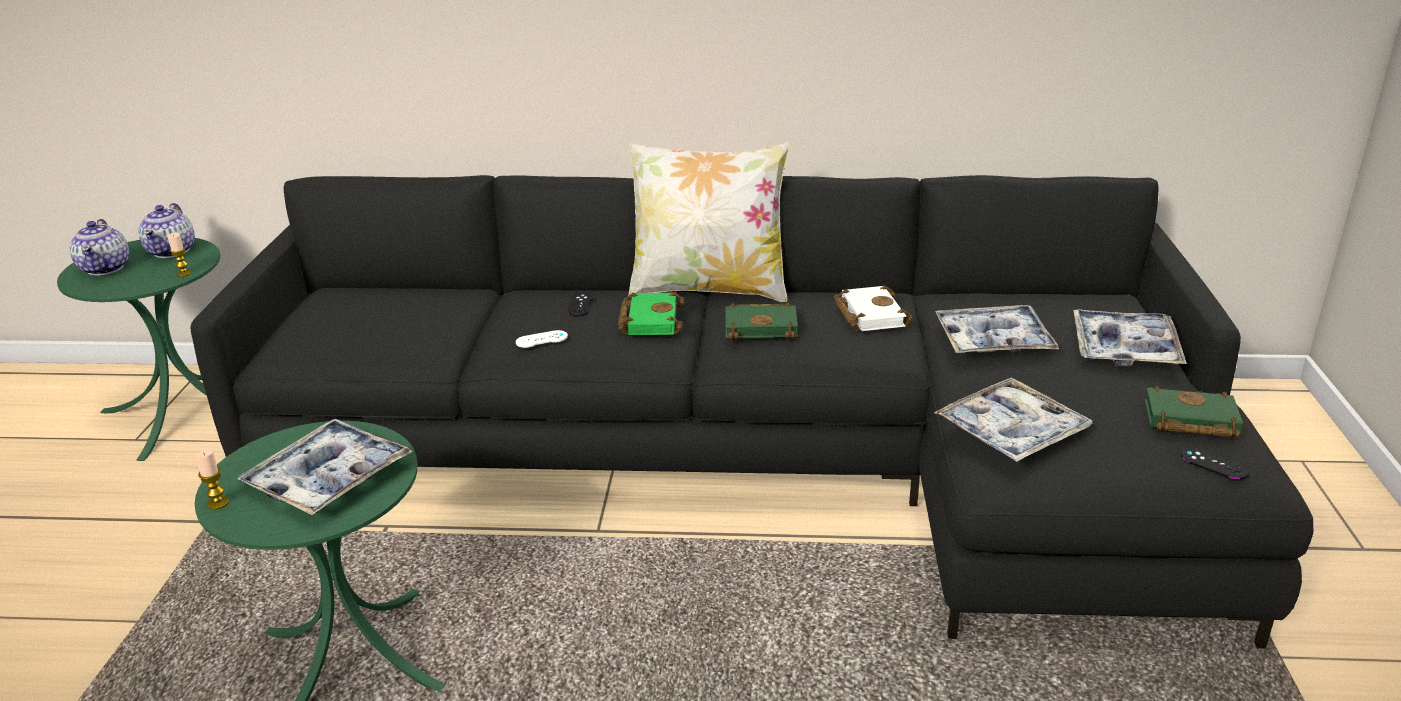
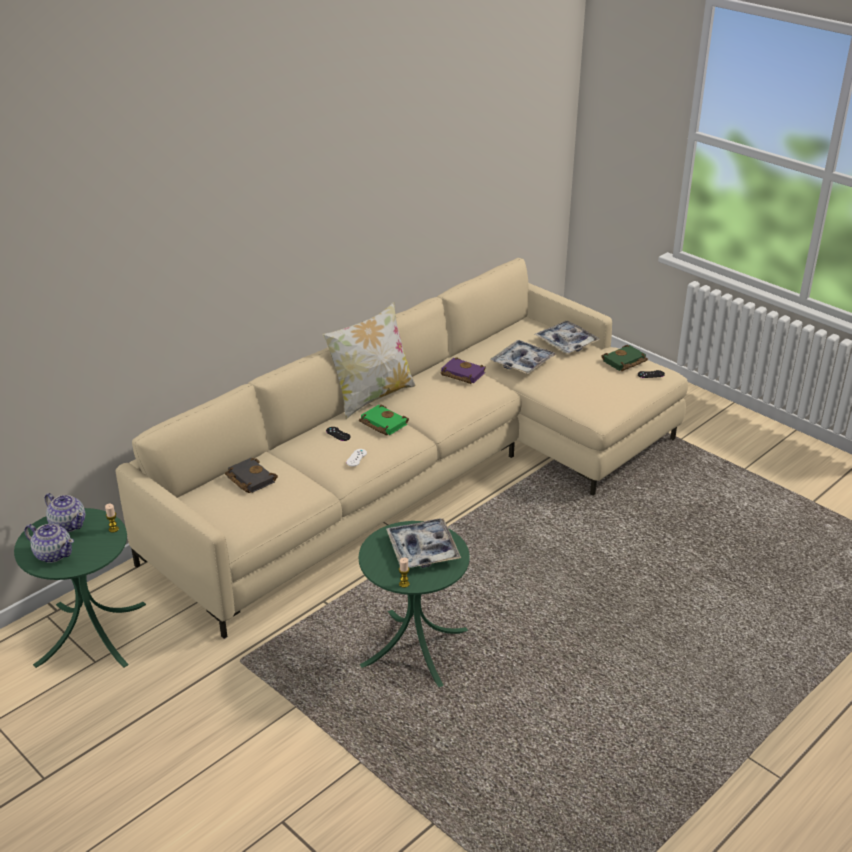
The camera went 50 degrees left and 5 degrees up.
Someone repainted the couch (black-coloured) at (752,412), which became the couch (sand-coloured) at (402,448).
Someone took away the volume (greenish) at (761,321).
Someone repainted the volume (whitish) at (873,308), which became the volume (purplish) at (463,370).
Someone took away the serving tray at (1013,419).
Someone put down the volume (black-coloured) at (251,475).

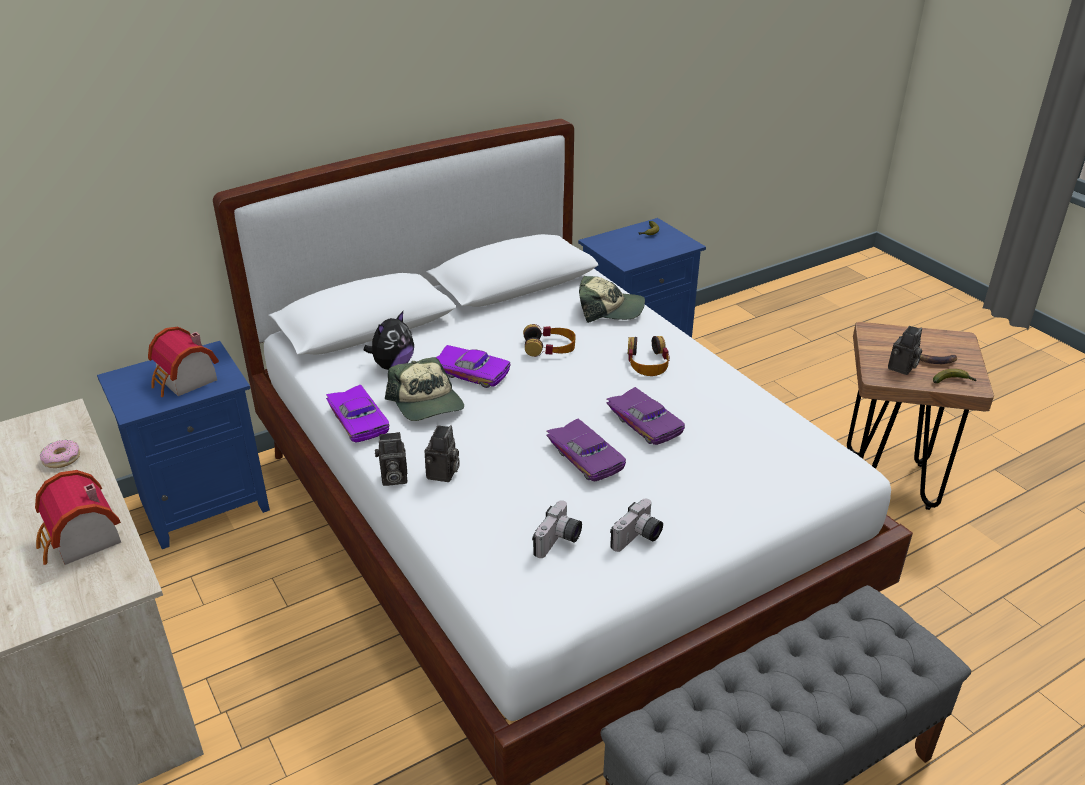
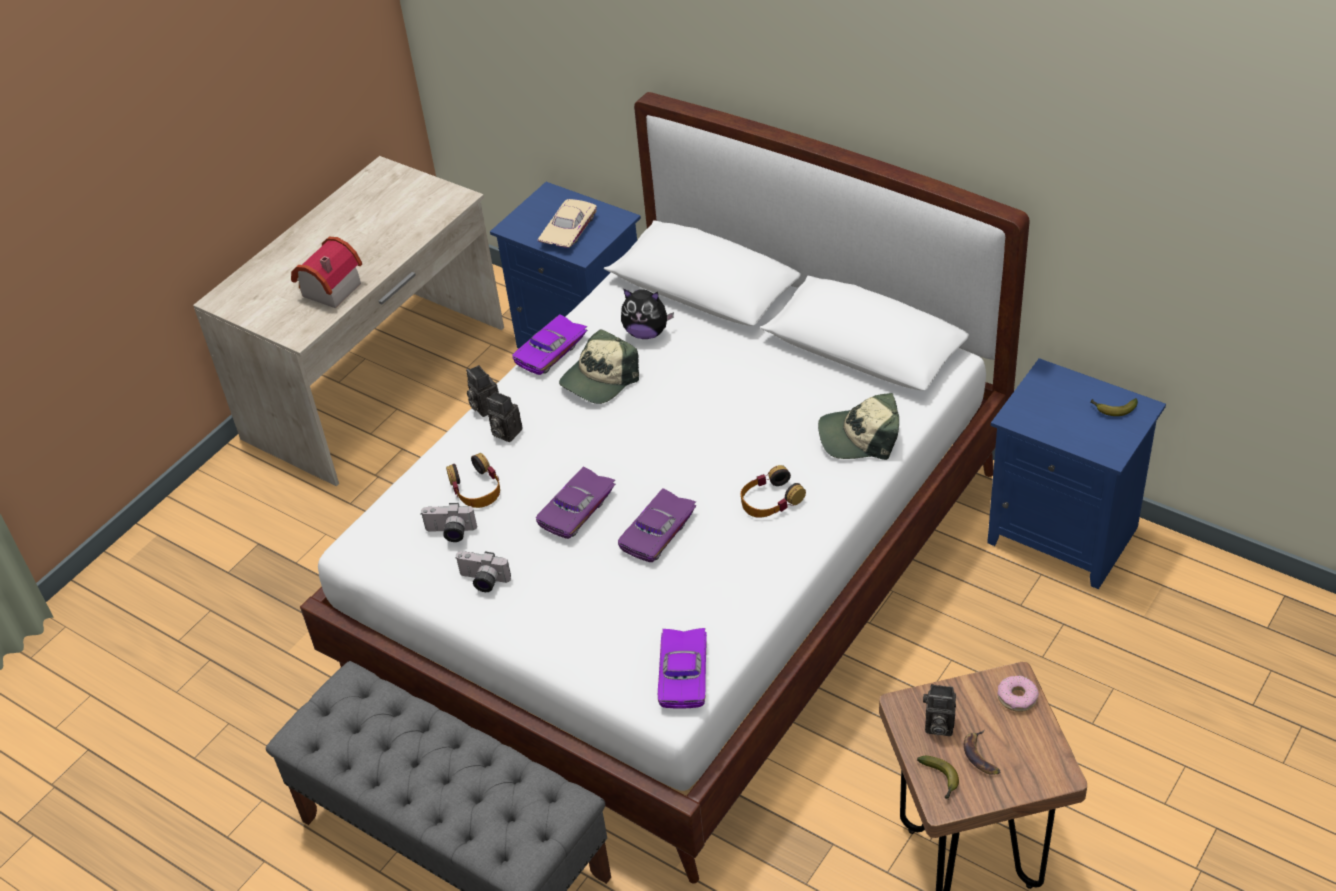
The camera went 70 degrees right and 10 degrees up.
Someone carried the doughnut from (60,454) to (1018,694).
Someone swapped the miniature house at (183,362) for the model car (sand-coloured) at (567,223).
Someone rotated the photo camera at (442,453) by 45 degrees clockwise.
Someone carried the model car (purplish) from (473,366) to (682,668).
Someone carried the headset from (549,340) to (473,480).
Someone rotated the peaked cap at (612,299) by 105 degrees clockwise.

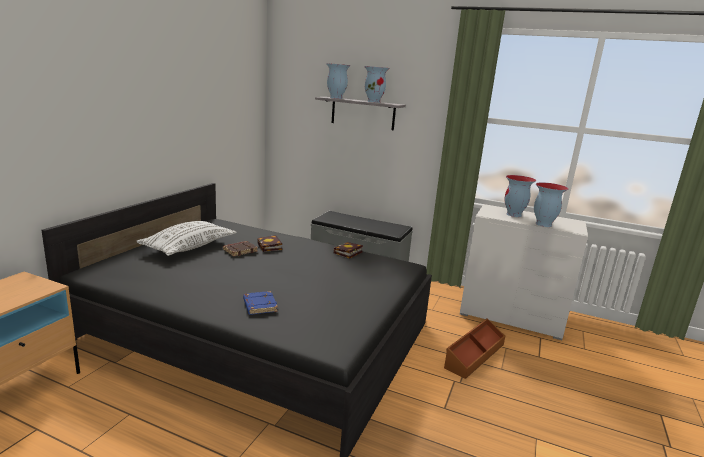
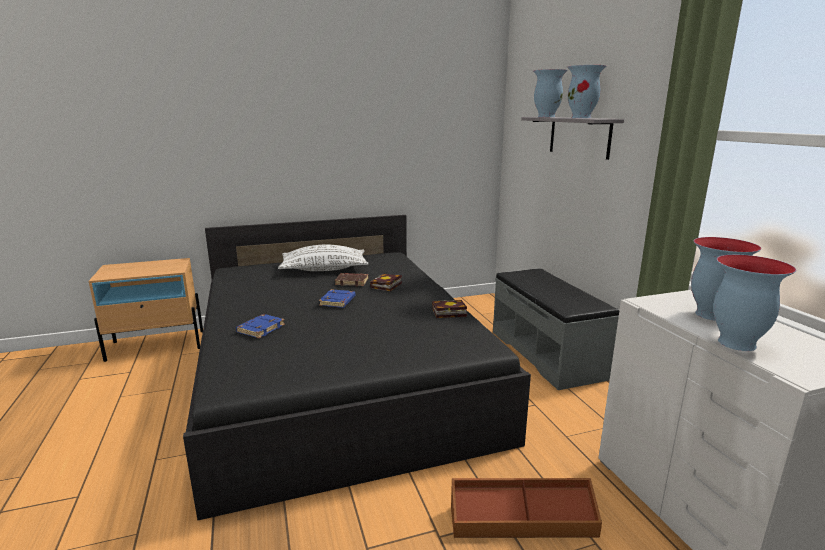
The camera went 50 degrees right and 0 degrees up.
Someone put down the volume (blue-coloured) at (337,298).

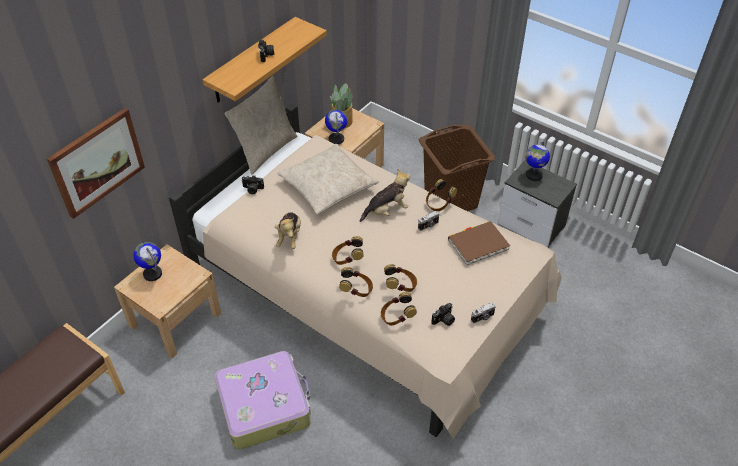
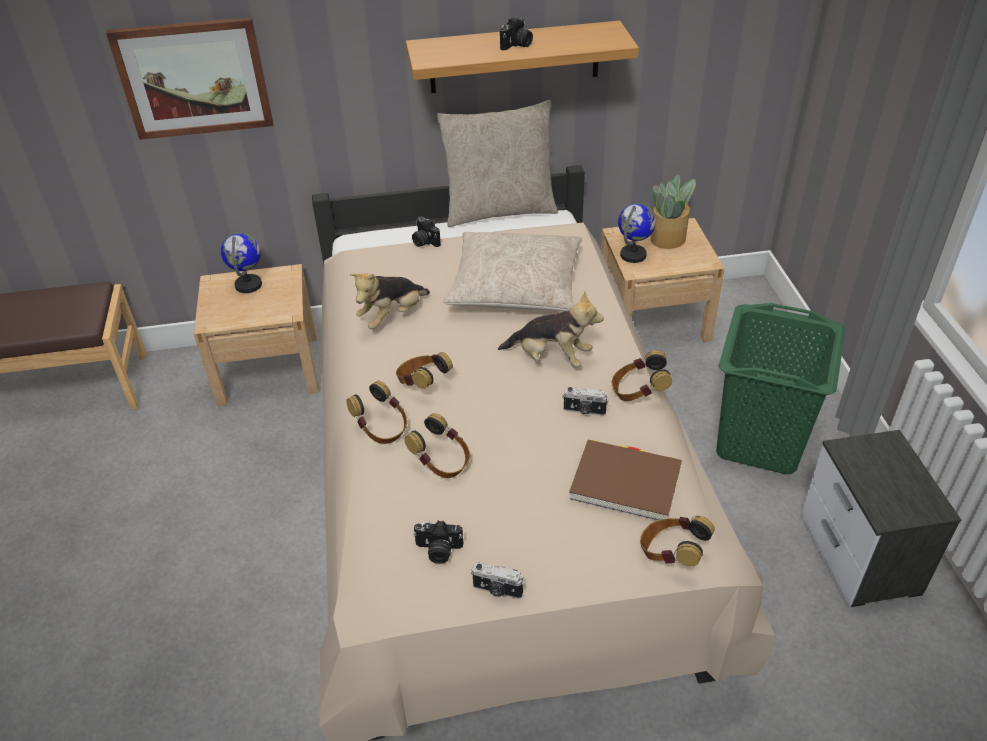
The camera went 45 degrees right and 5 degrees down.
Someone took away the travel case at (263,400).
Someone carried the headset from (399,308) to (677,541).
Someone repainted the washing basket (brownish) at (457,168), which became the washing basket (greenish) at (780,388).
Someone took away the world globe at (538,161).

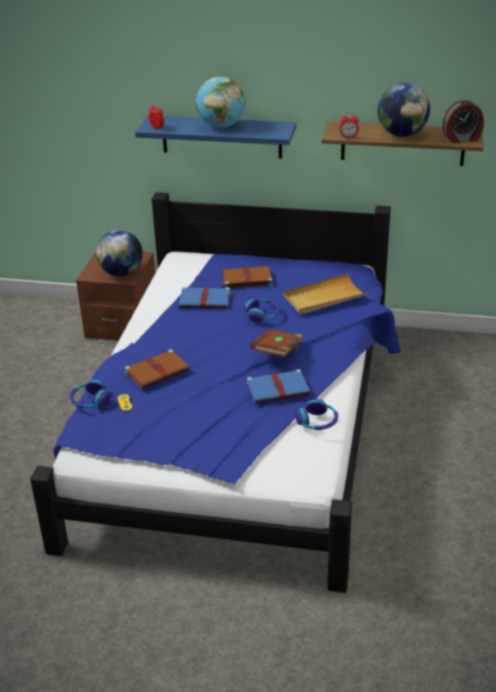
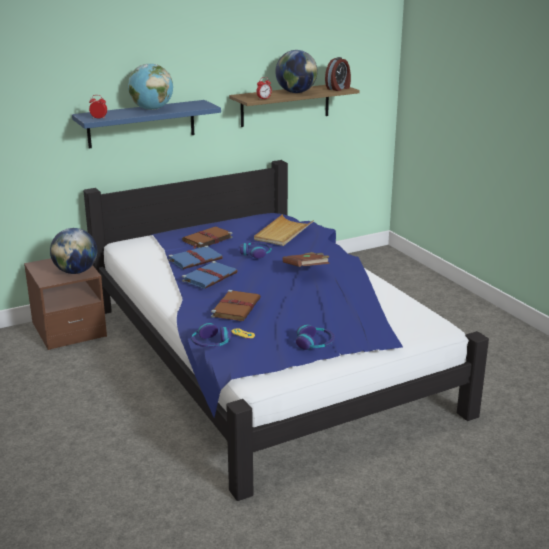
The camera went 40 degrees left and 10 degrees down.
Someone carried the volume (blue-coloured) from (278,386) to (209,275).
Someone carried the headset from (316,414) to (315,337).

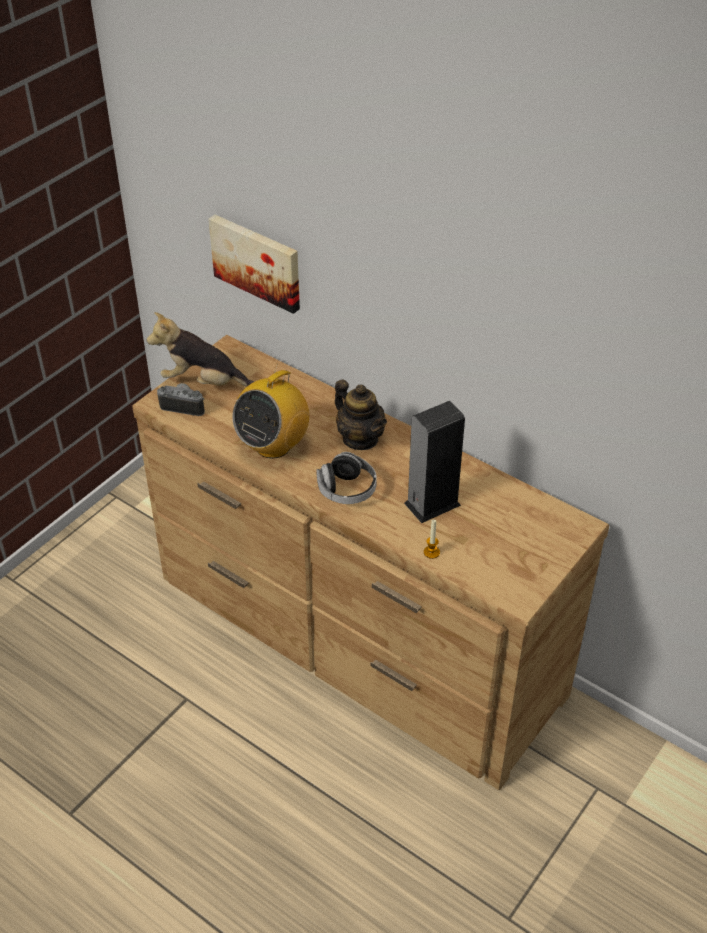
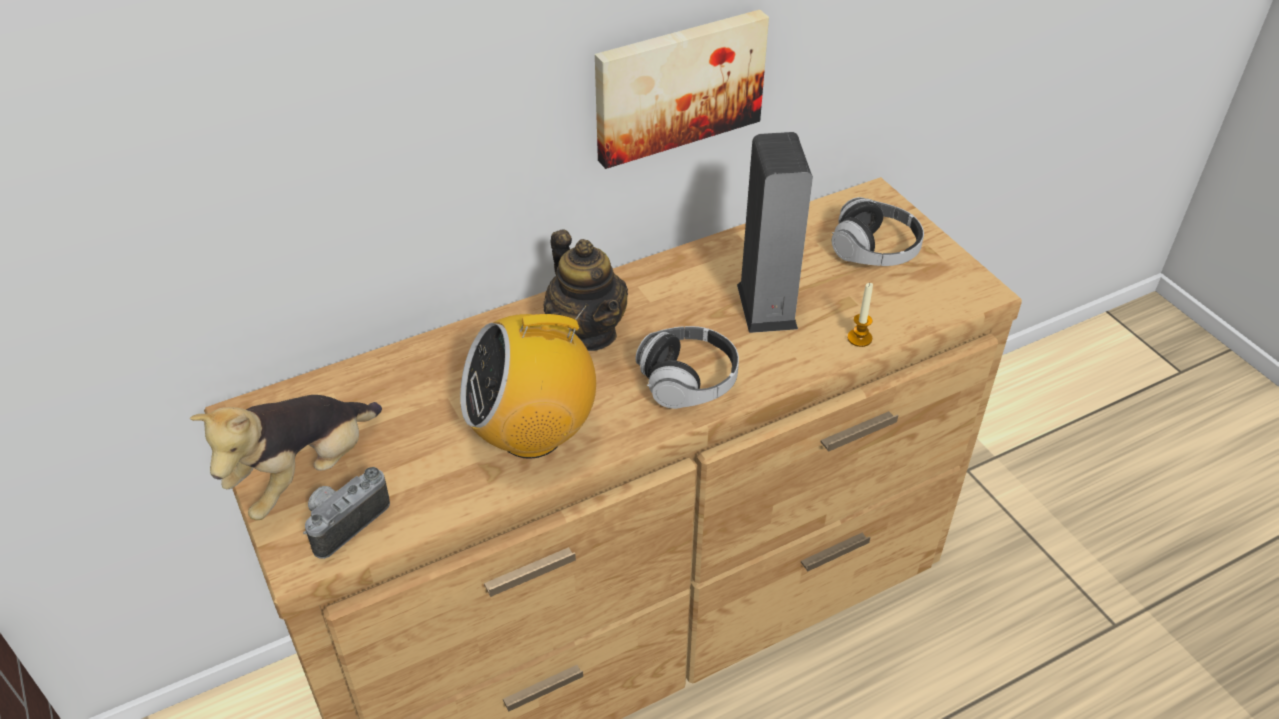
The camera went 65 degrees left and 0 degrees up.
Someone carried the wall picture from (254,264) to (682,89).
Someone rotated the radio set at (270,411) by 105 degrees clockwise.
Someone rotated the tea pot at (361,414) by 75 degrees clockwise.
Someone put down the headset at (878,231).

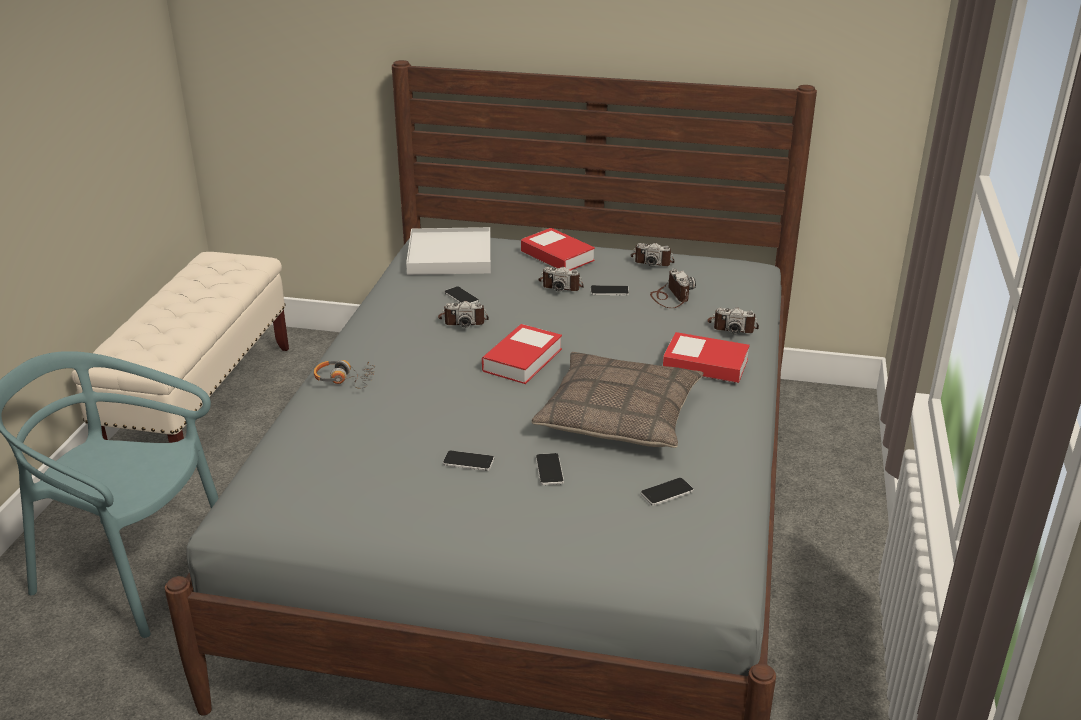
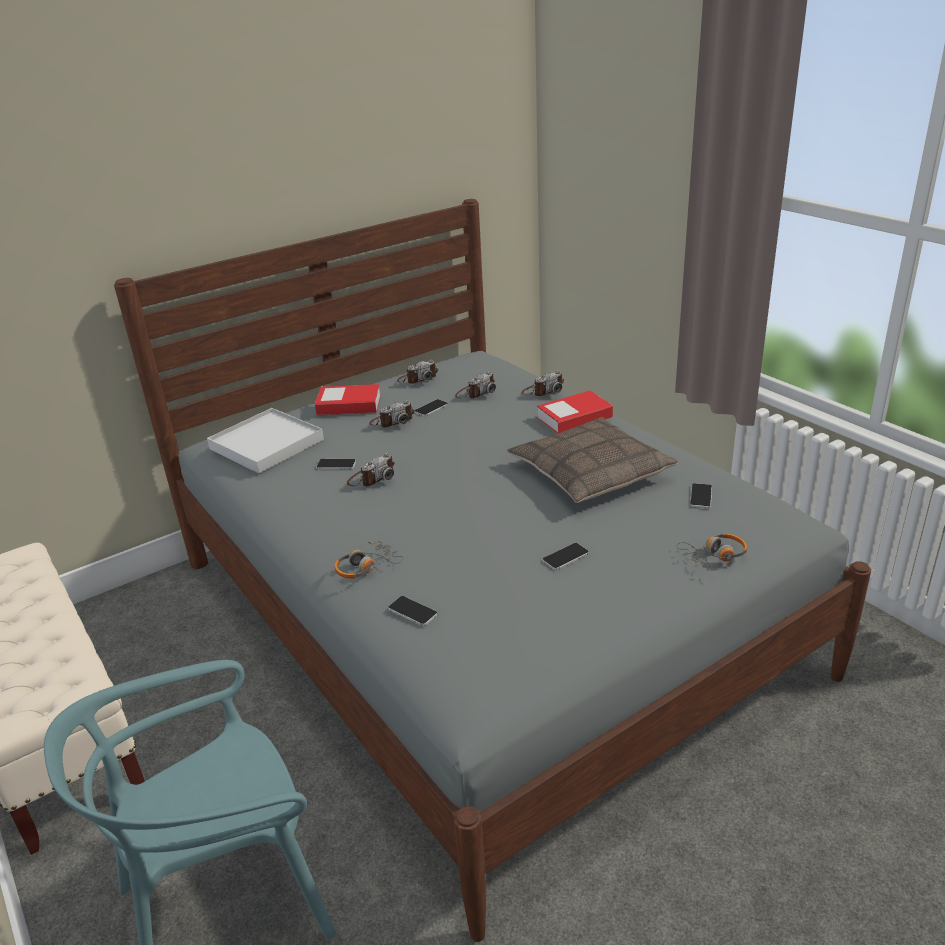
The camera went 45 degrees left and 0 degrees up.
Someone took away the volume at (522,354).
Someone carried the handset from (550,469) to (413,611).
Someone rotated the photo camera at (673,288) by 105 degrees clockwise.
Someone put down the headset at (711,551).

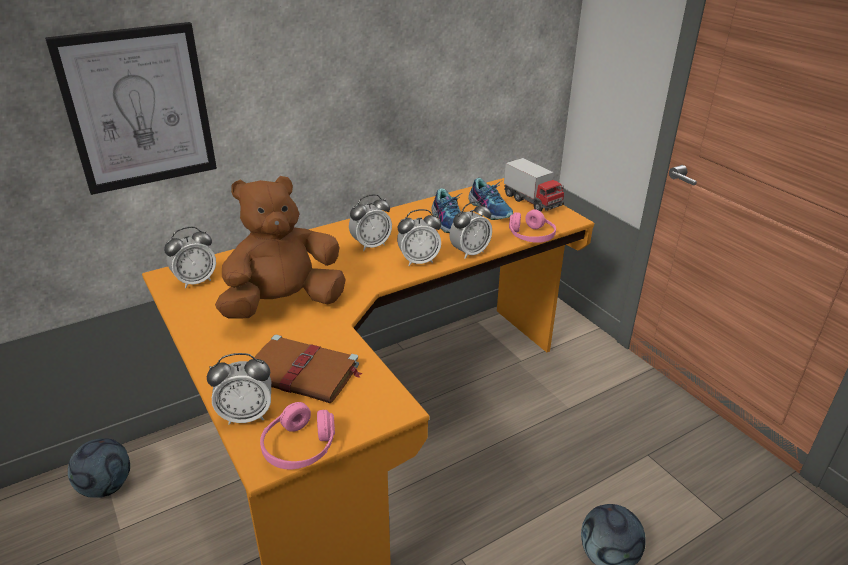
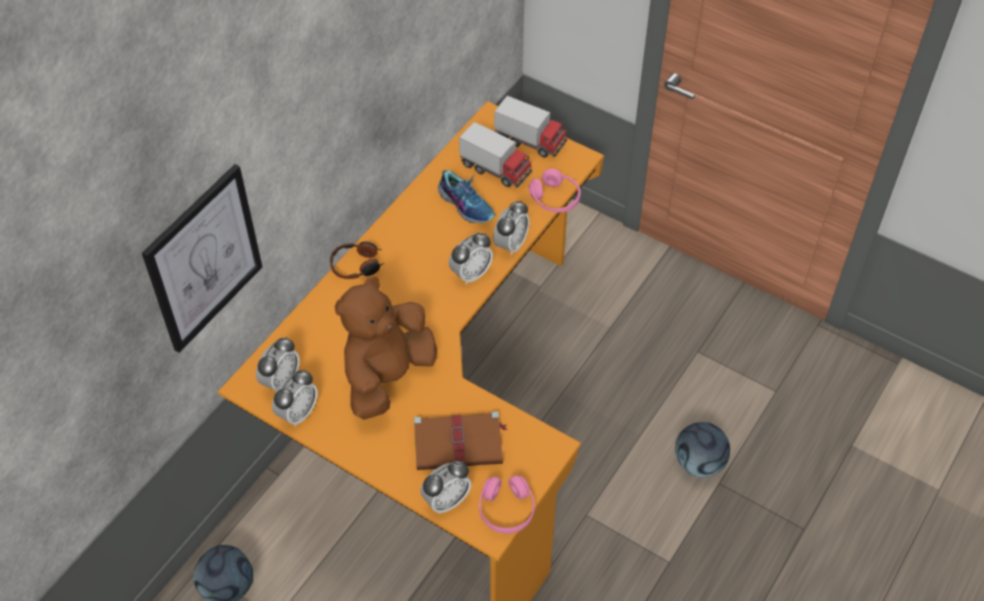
The camera went 25 degrees left and 20 degrees up.
Someone carried the bedside clock from (370,222) to (295,398).
Someone swapped the shoe at (490,199) for the toy truck at (495,155).
Someone put down the headset at (357,260).

